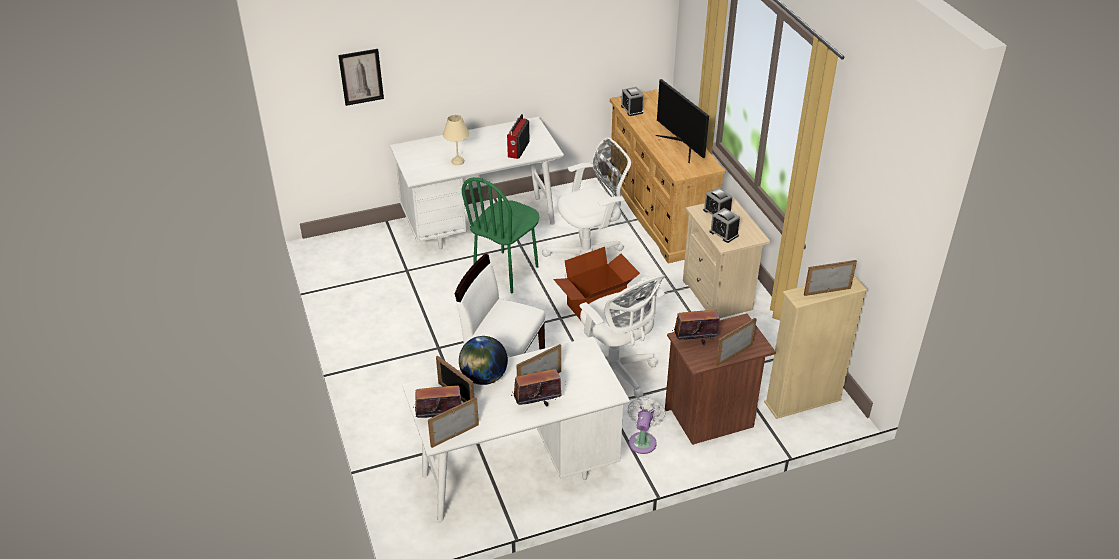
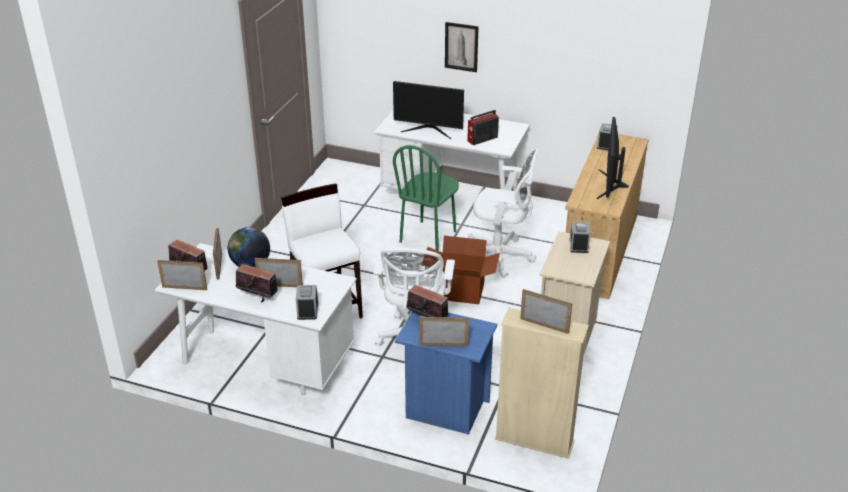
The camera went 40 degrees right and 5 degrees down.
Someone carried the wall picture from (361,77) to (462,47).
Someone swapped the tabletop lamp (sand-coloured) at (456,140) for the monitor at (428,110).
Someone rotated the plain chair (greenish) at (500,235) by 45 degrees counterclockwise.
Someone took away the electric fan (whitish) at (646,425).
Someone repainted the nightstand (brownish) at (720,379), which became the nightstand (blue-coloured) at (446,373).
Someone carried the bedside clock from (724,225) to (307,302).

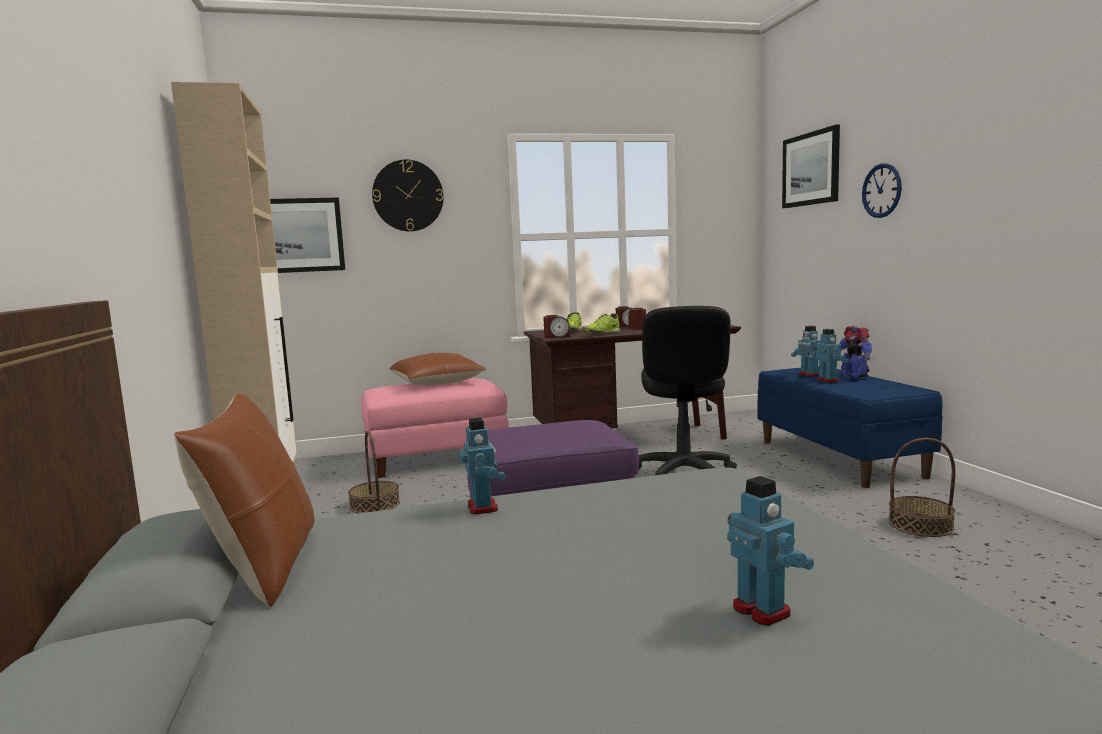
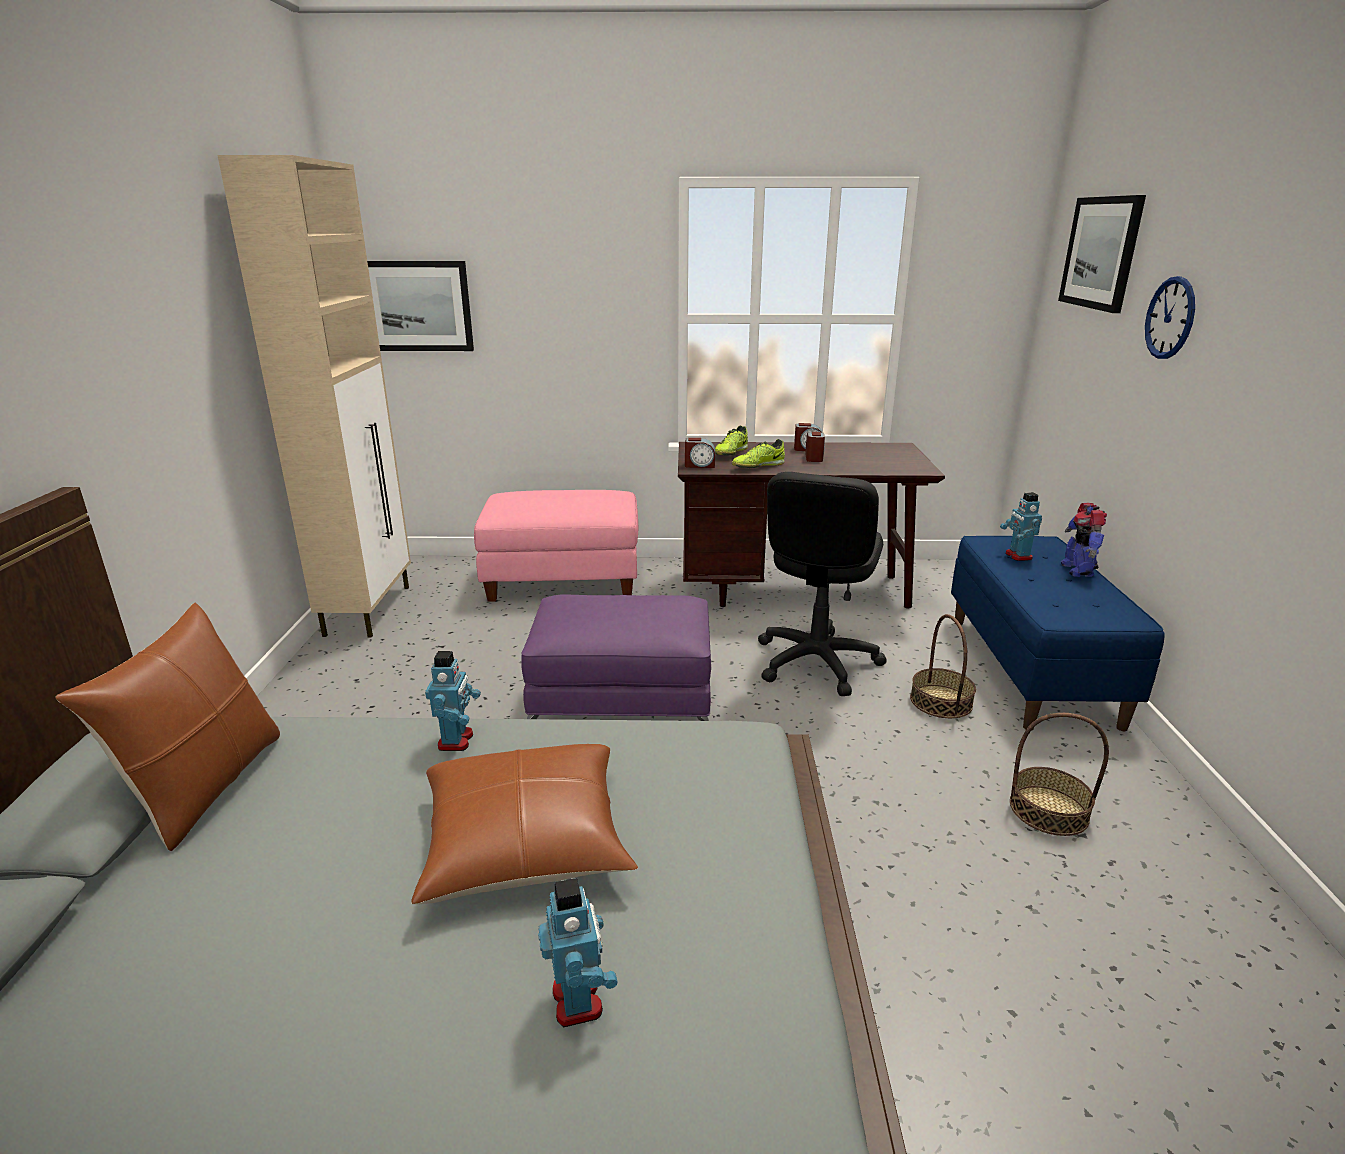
The camera went 15 degrees right and 15 degrees up.
Someone carried the basket from (374,472) to (943,666).
Someone took away the wall clock at (408,196).
Someone carried the throw pillow (brownish) from (438,369) to (524,824).
Someone took away the model robot at (832,356).

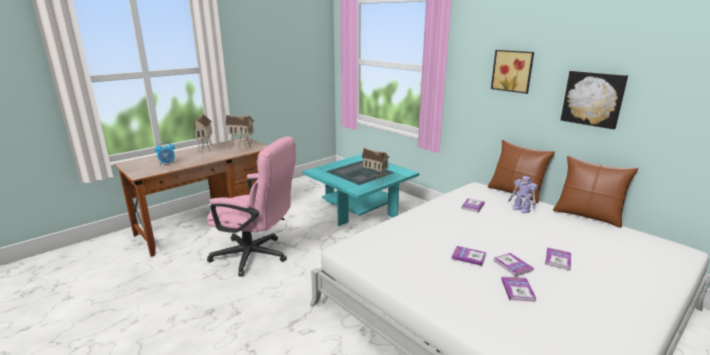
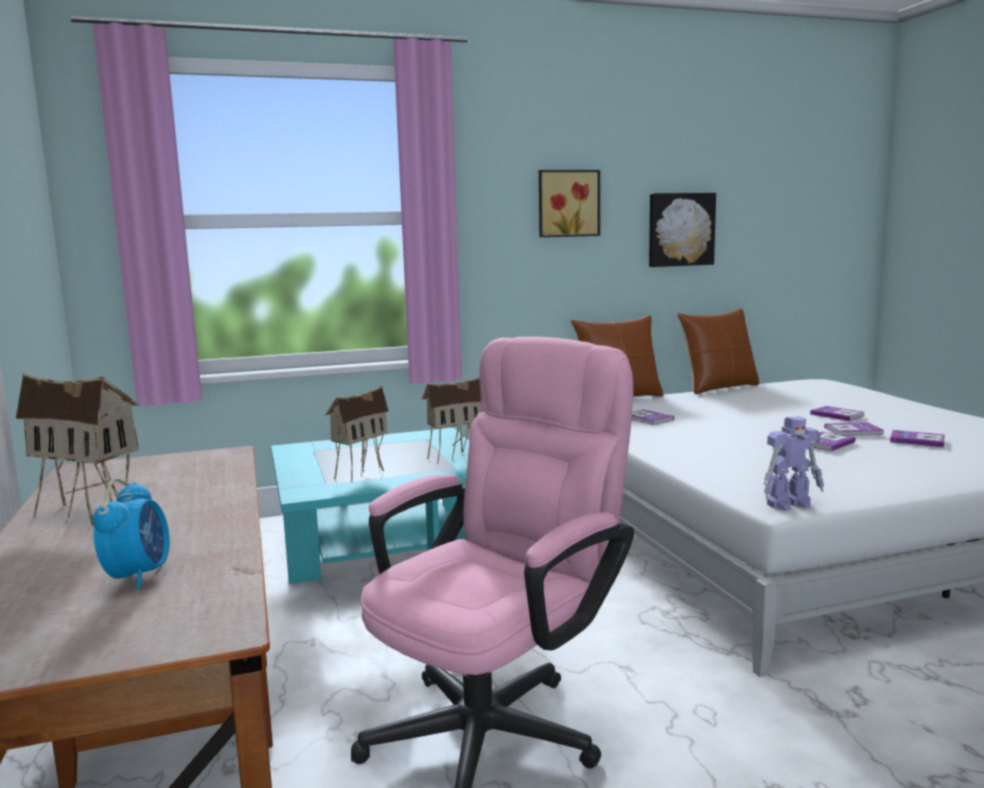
The camera went 65 degrees left and 10 degrees down.
Someone carried the miniature house from (240,132) to (357,434).
Someone carried the model robot from (523,194) to (794,463).

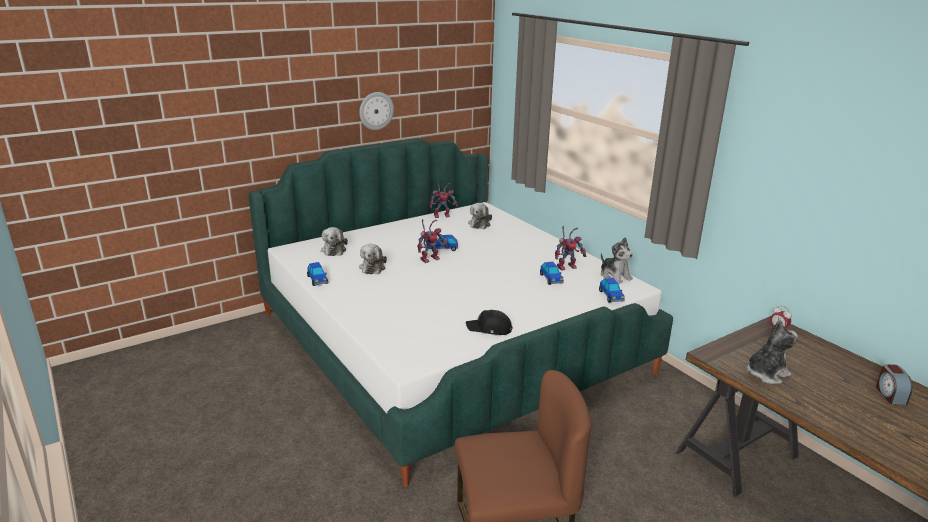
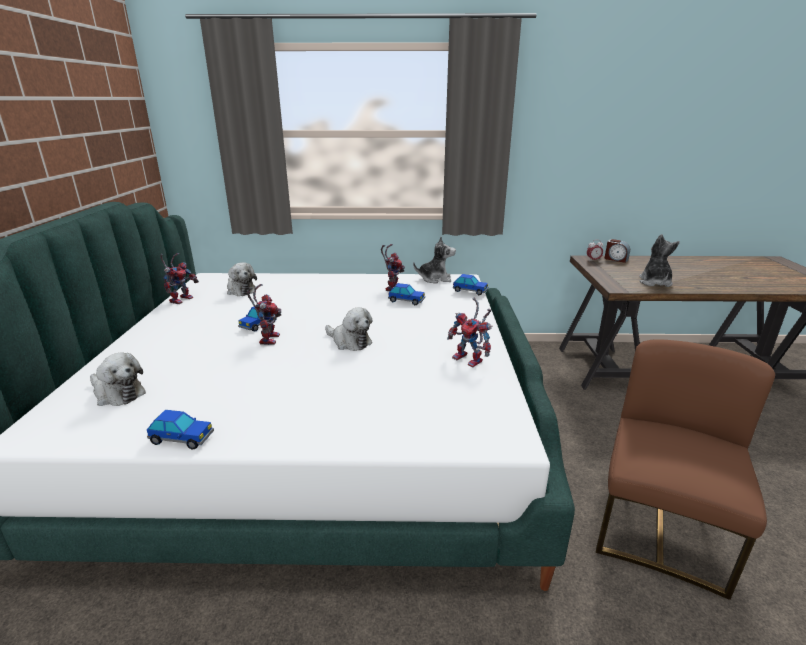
The camera went 55 degrees left and 0 degrees up.
Someone took away the wall clock at (376,111).
Someone carried the soft toy from (373,259) to (349,329).
Someone swapped the peaked cap (black-coloured) at (489,322) for the model robot at (469,332).
Someone carried the bedside clock from (894,384) to (617,251).

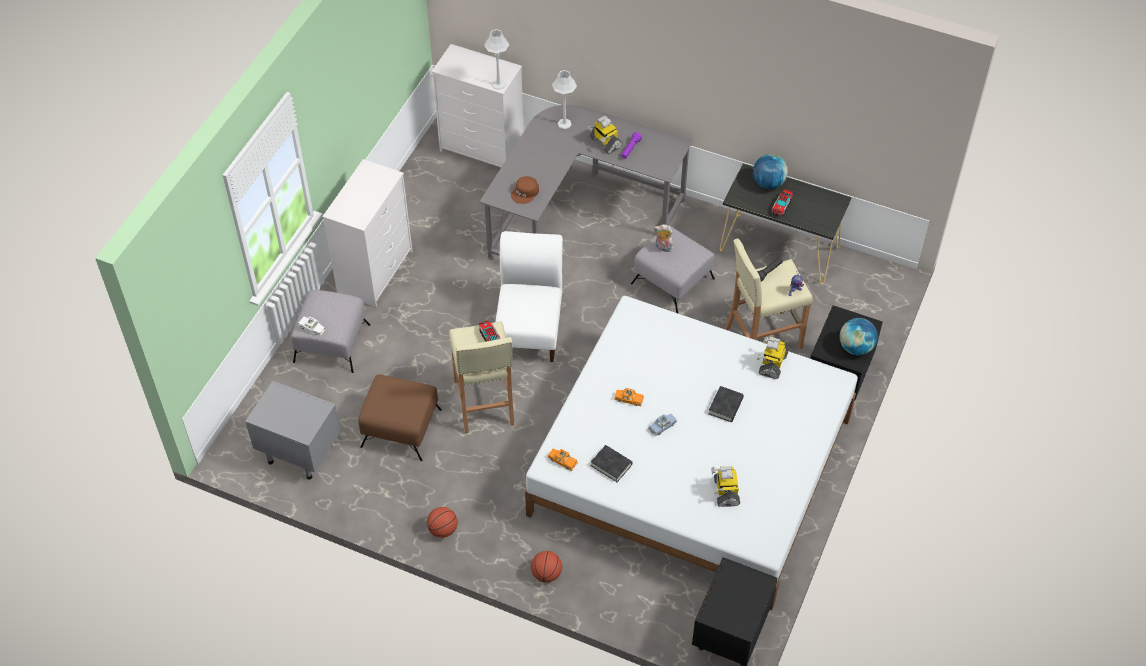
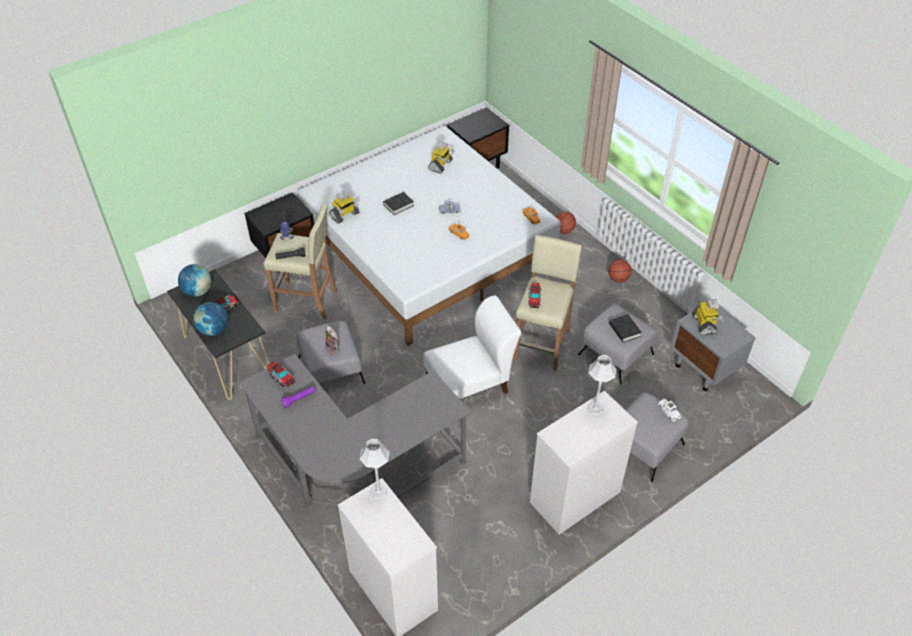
The camera went 150 degrees left and 5 degrees down.
Someone repainted the pouffe (brownish) at (400,417), which became the pouffe (grey) at (617,344).
Someone rotated the plain chair (whitish) at (529,296) by 150 degrees counterclockwise.
Someone took away the peaked cap (brownish) at (525,190).
Someone carried the tabletop lamp (grey) from (564,99) to (602,385).
Someone carried the model robot from (605,135) to (708,317).
Someone carried the volume (black-coloured) from (612,463) to (625,328).
Someone carried the world globe from (859,336) to (195,280).
Someone put down the toy truck at (281,374).

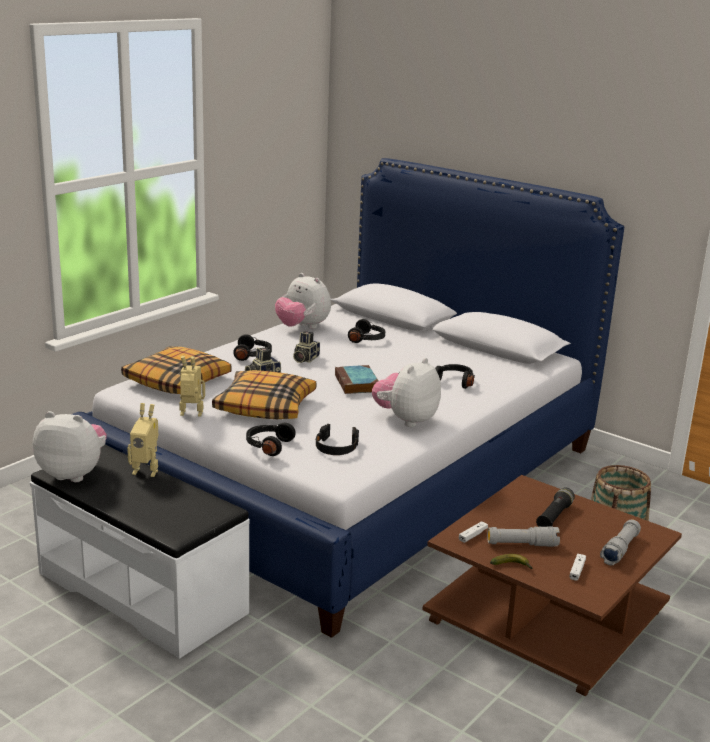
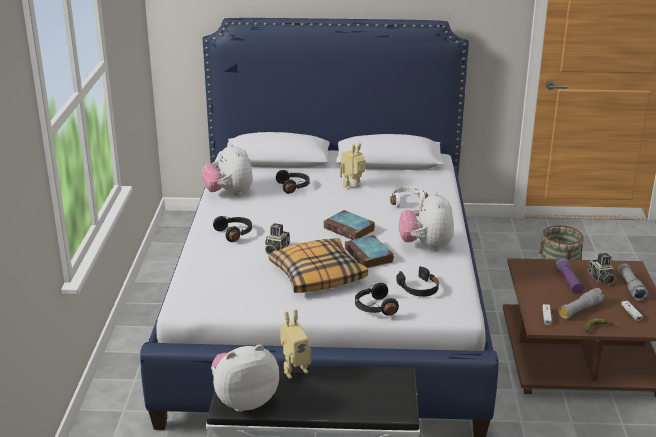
The camera went 35 degrees left and 5 degrees up.
Someone took away the throw pillow at (176,370).
Someone carried the model robot from (192,386) to (352,166).
Someone rotated the soft toy at (303,301) by 60 degrees clockwise.
Someone carried the photo camera from (306,347) to (601,269).
Someone repainted the headset (black-coloured) at (455,376), which became the headset (whitish) at (409,196).
Someone repainted the flashlight (black-coloured) at (555,507), which became the flashlight (purplish) at (570,275).
Someone put down the volume at (369,251).

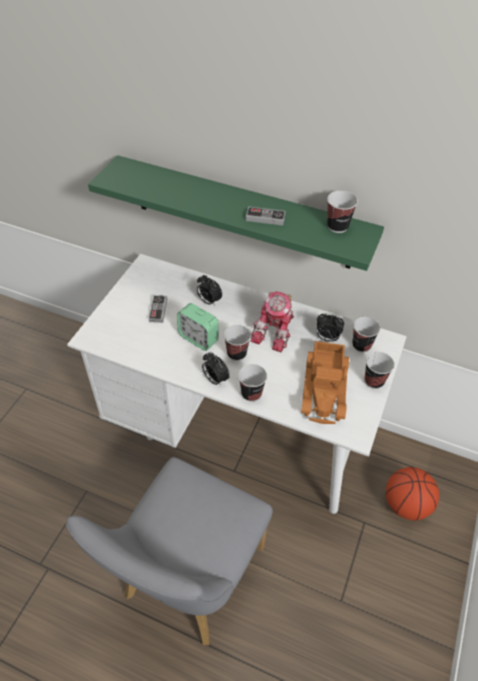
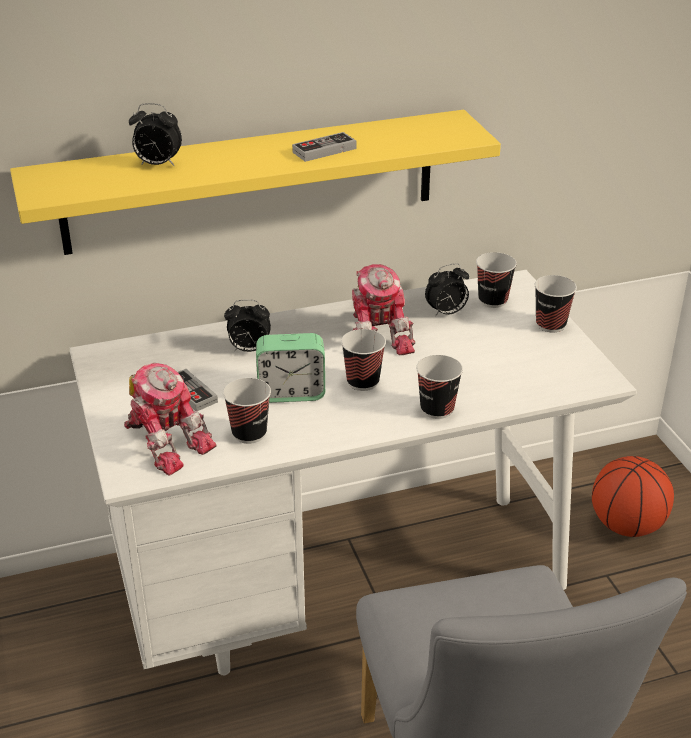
The camera went 40 degrees left and 15 degrees down.
Someone repainted the bracket shelf (greenish) at (236,213), which became the bracket shelf (yellowish) at (255,182).
Someone carried the bedside clock from (216,369) to (155,134).
Someone took away the toy truck at (325,382).
Someone carried the small cup from (342,212) to (247,411).
Someone put down the model robot at (170,419).

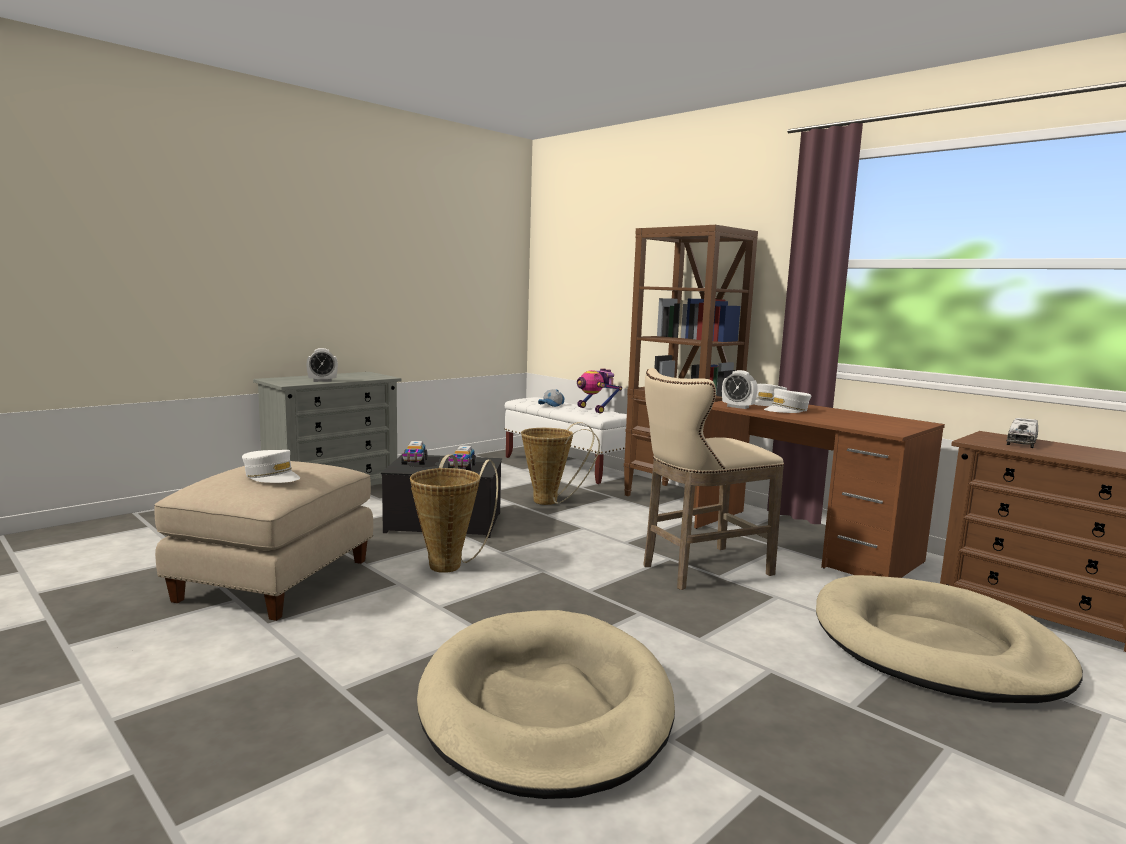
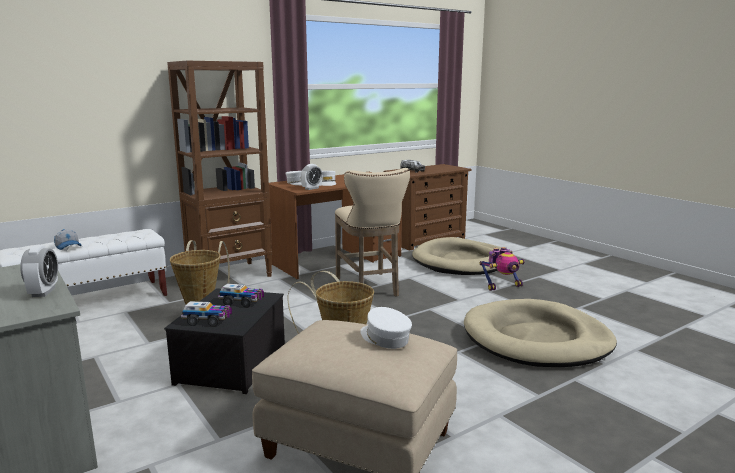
The camera went 80 degrees left and 5 degrees up.
Someone rotated the peaked cap (whitish) at (271,466) by 75 degrees counterclockwise.
Someone carried the model robot from (599,391) to (502,269).

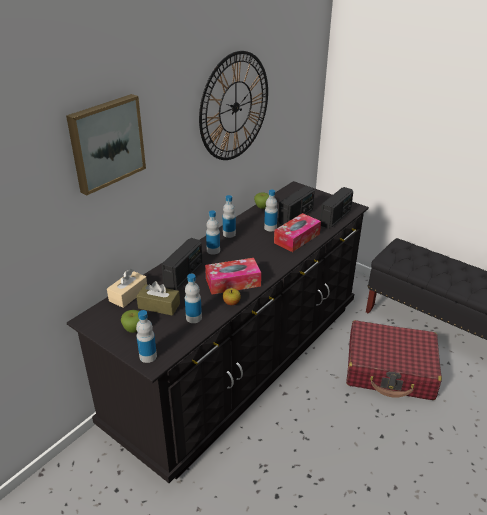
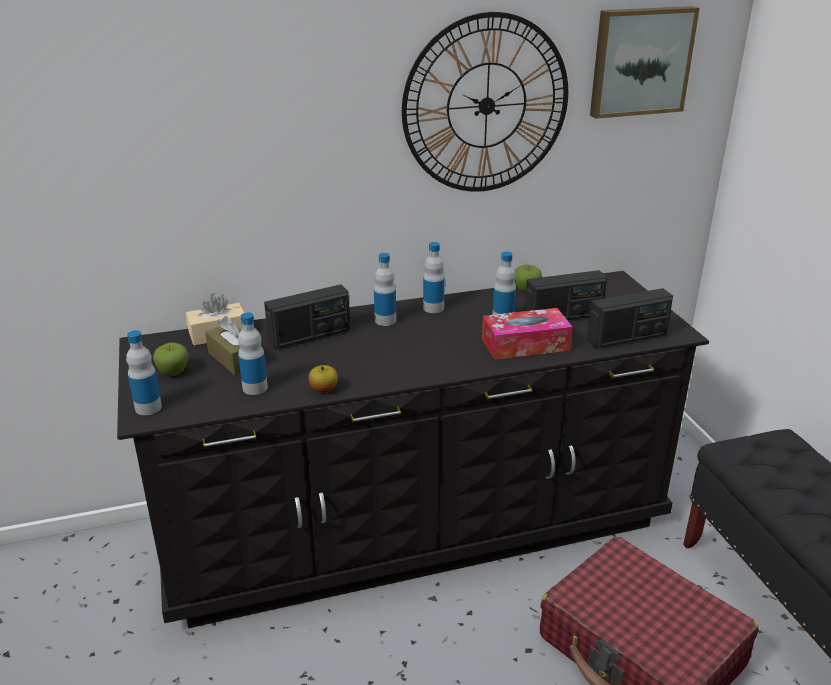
The camera went 35 degrees right and 5 degrees down.
Someone carried the wall picture from (106,144) to (645,62).
Someone took away the tissue holder at (233,276).

